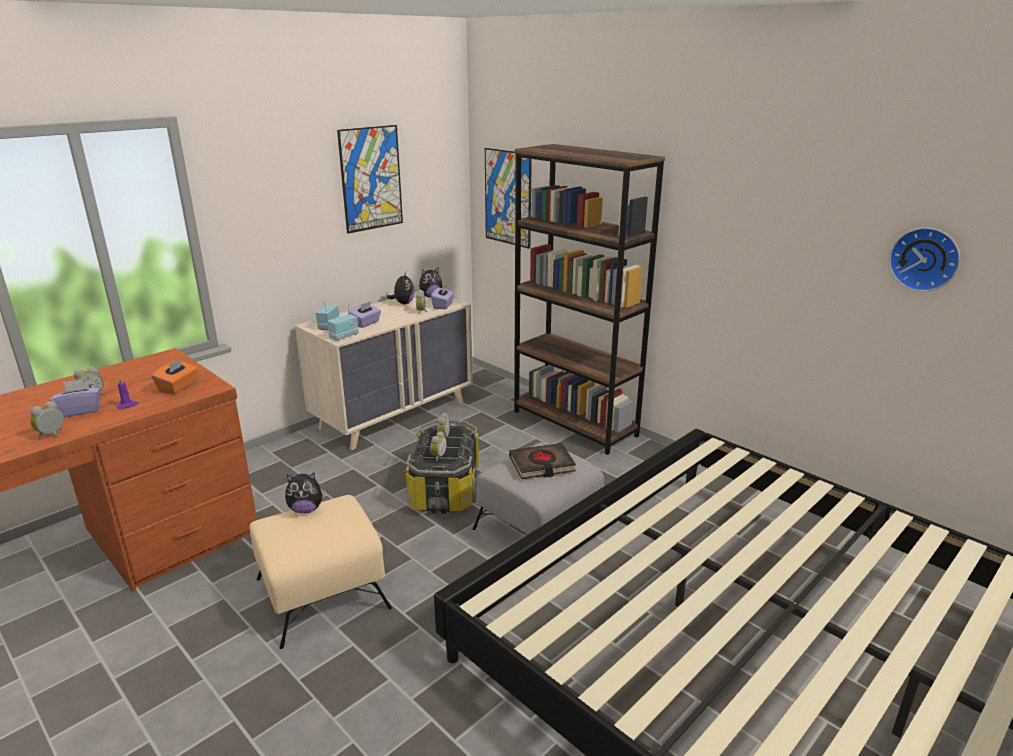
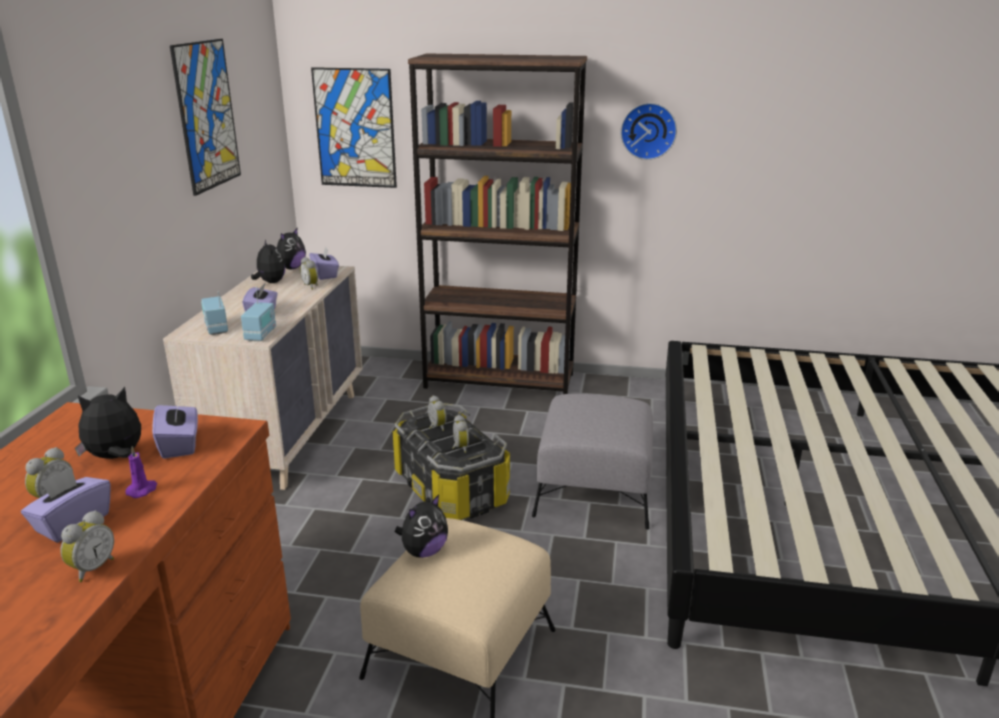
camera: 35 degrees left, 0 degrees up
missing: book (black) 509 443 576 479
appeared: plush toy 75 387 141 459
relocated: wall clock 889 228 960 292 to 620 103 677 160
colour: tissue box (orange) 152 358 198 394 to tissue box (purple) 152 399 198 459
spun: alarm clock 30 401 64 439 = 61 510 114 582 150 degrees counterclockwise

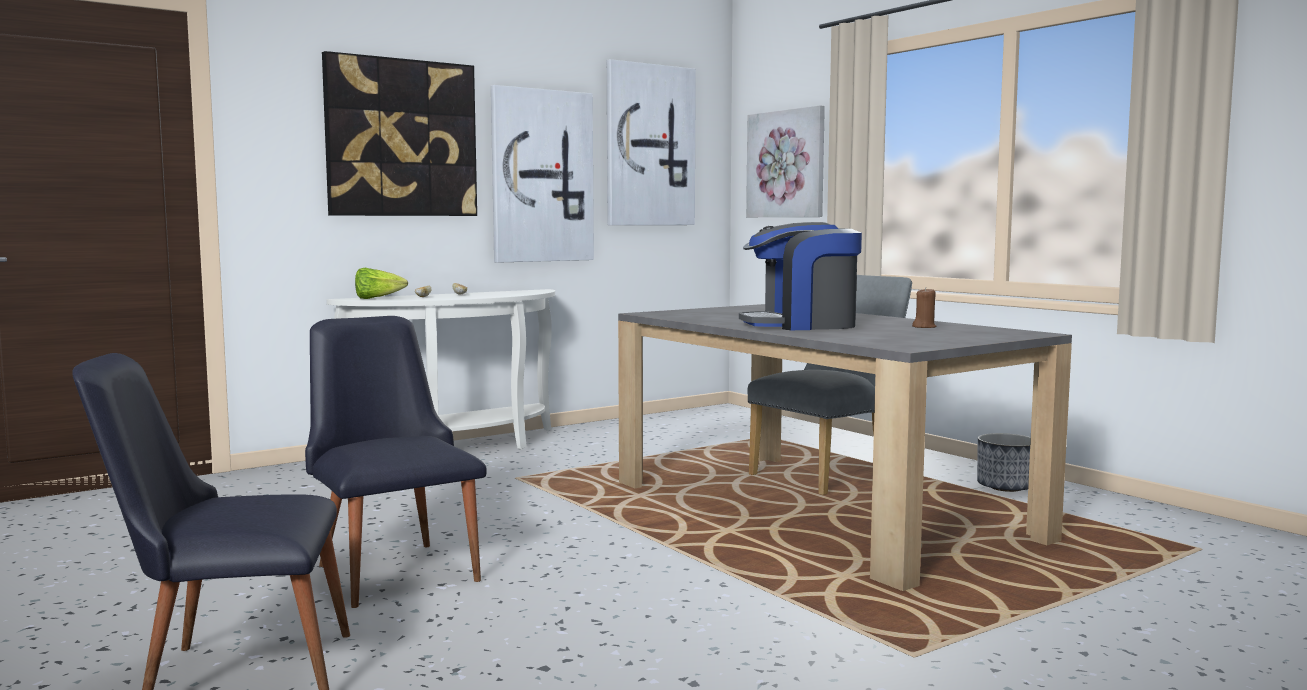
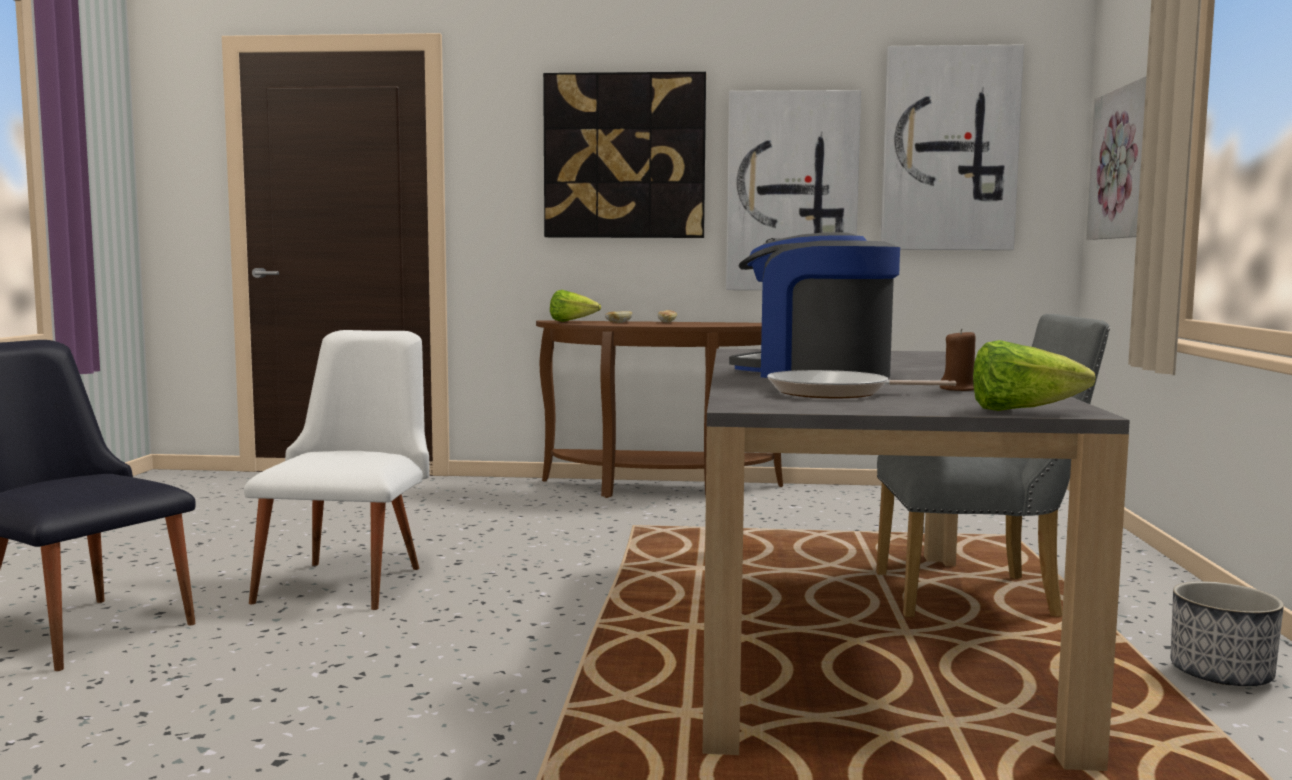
camera: 40 degrees right, 0 degrees up
appeared: frying pan 767 370 956 398; lettuce 973 340 1096 411
colour: chair (black) 305 316 487 608 to chair (white) 244 330 429 610; console table (white) 326 289 555 449 to console table (brown) 536 320 783 498

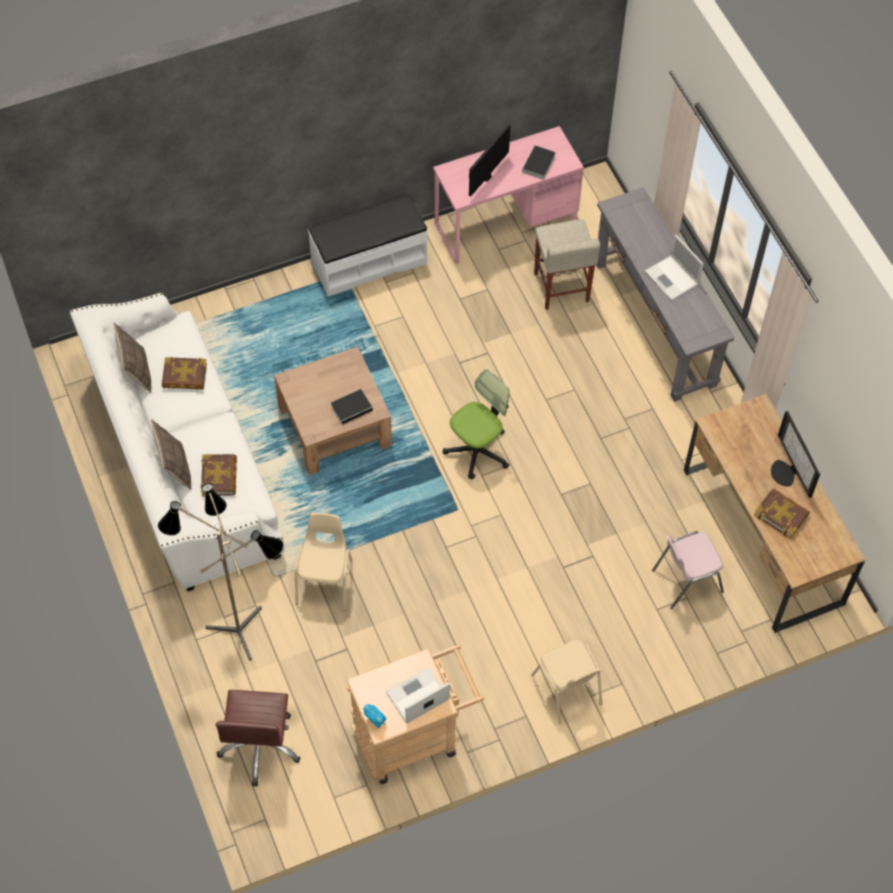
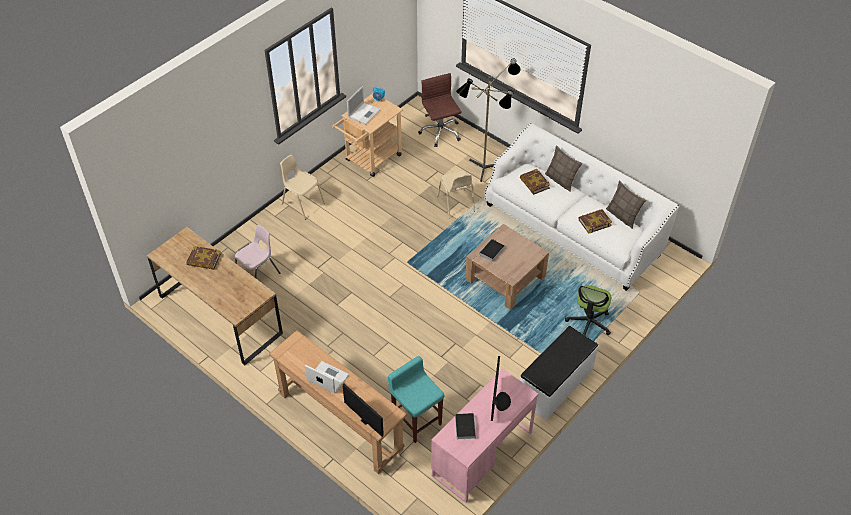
camera: 155 degrees right, 10 degrees down
relocated: office chair 443 370 510 480 to 565 285 611 335; monitor 771 411 820 498 to 342 383 384 437
colour: stool (beige) 534 219 600 310 to stool (turquoise) 388 356 445 443; console table (grey) 596 187 734 402 to console table (brown) 269 330 407 474

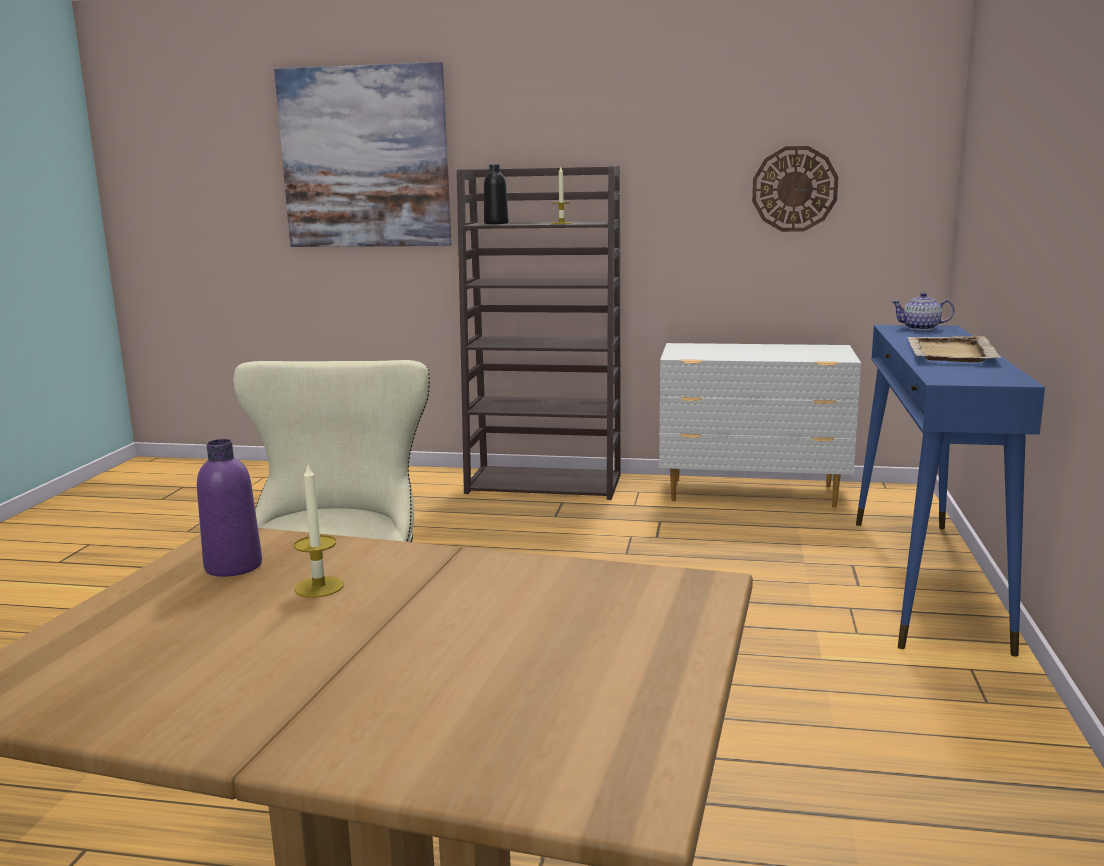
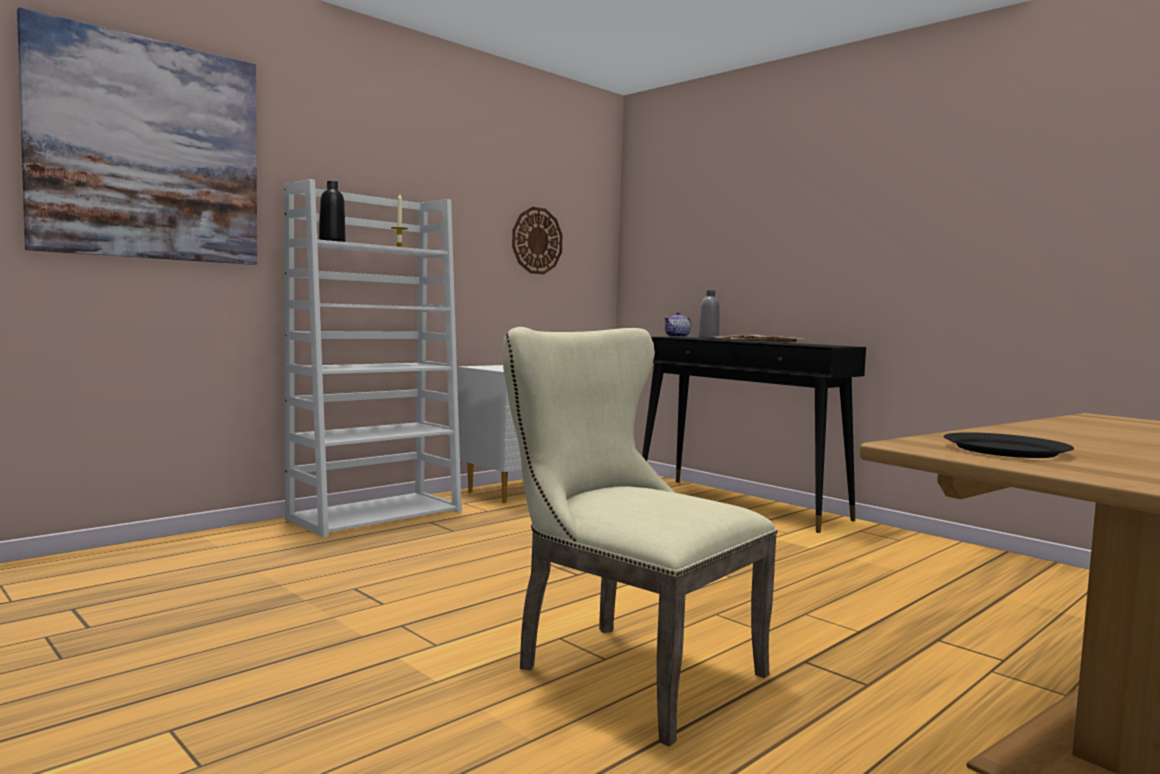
camera: 55 degrees left, 10 degrees down
missing: candle 294 465 344 598
appeared: bottle (grey) 698 290 720 339
exchanged: bottle (purple) 197 439 262 577 to plate (black) 944 432 1074 458
colour: bookcase (brown) 457 166 621 500 to bookcase (white) 284 179 462 537; console table (blue) 856 325 1045 657 to console table (black) 642 337 866 533

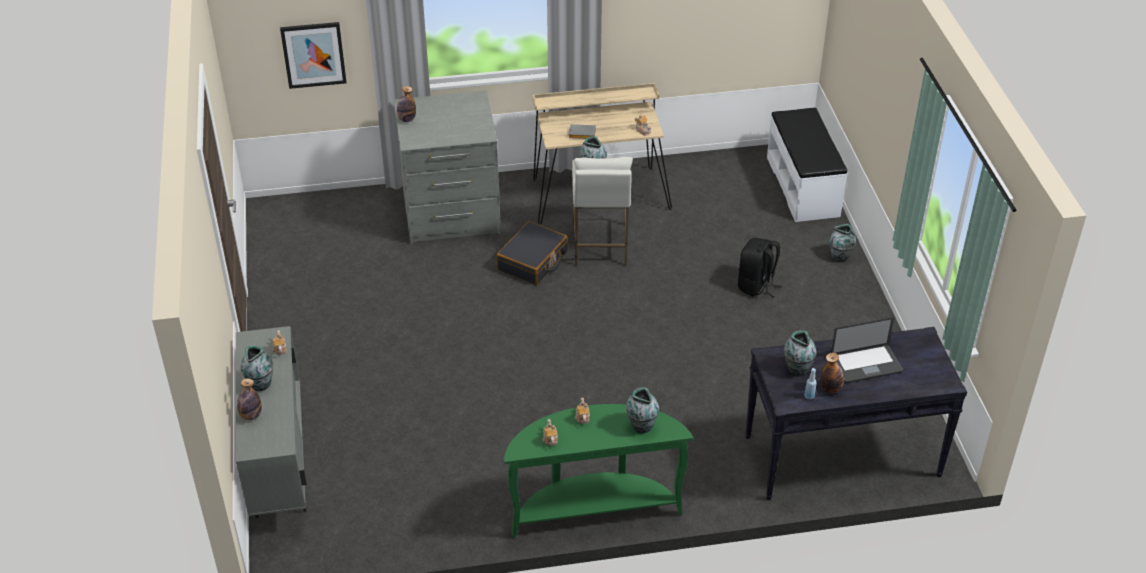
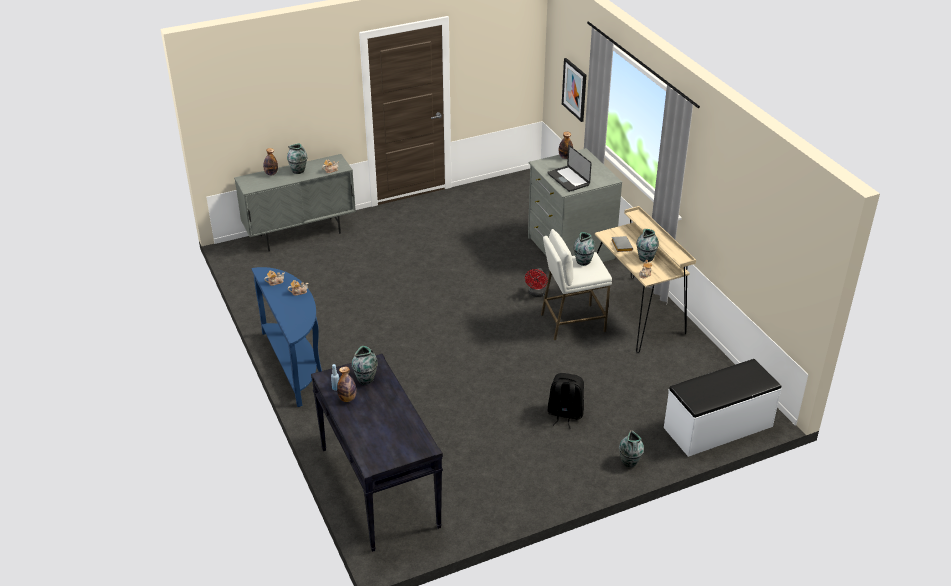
camera: 75 degrees right, 5 degrees down
relocated: vase 626 387 659 433 to 636 229 659 262; laptop 831 318 903 383 to 547 145 592 192
exchanged: suitcase (black) 496 221 568 285 to fan (red) 525 268 548 297
colour: console table (green) 504 404 693 538 to console table (blue) 251 267 322 407

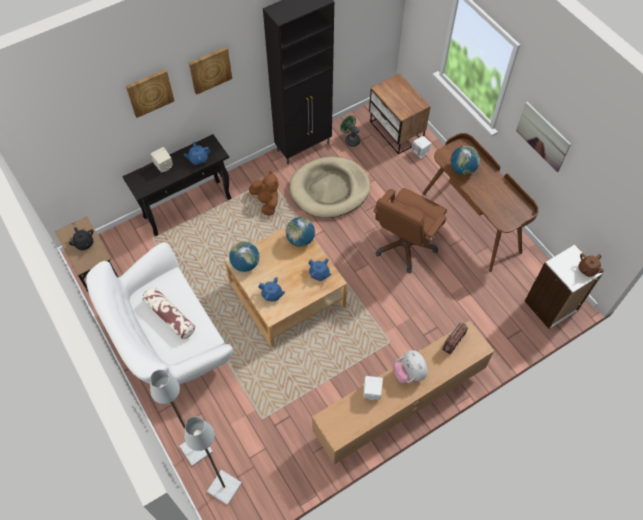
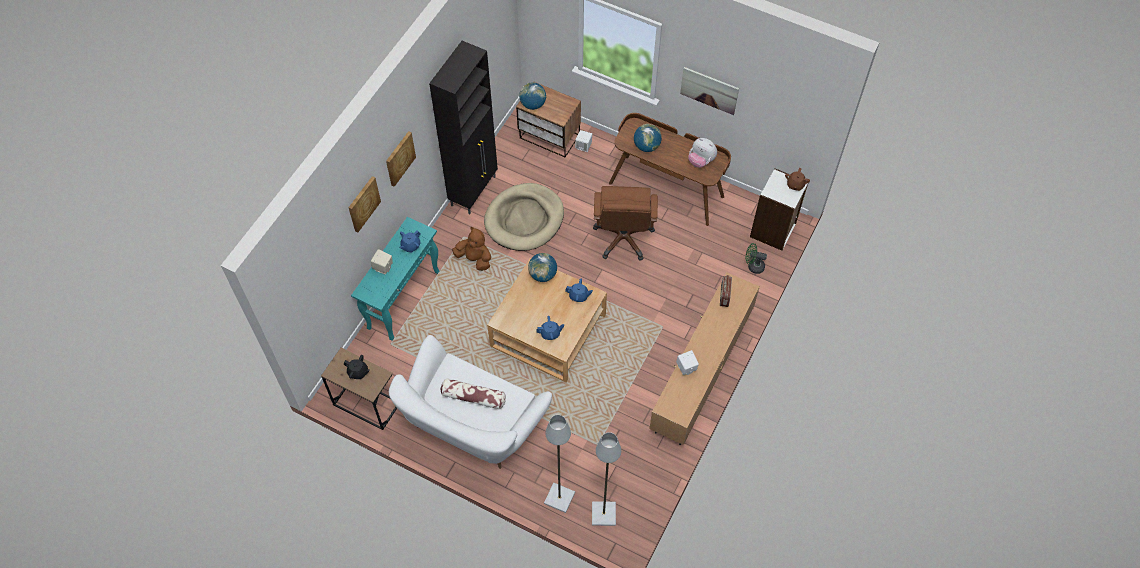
camera: 30 degrees left, 0 degrees up
relocated: globe 229 242 259 272 to 519 82 547 110; fan (green) 340 115 360 147 to 746 243 767 274; plush toy 393 350 428 383 to 688 138 717 168
colour: console table (black) 122 134 232 236 to console table (turquoise) 351 217 440 341

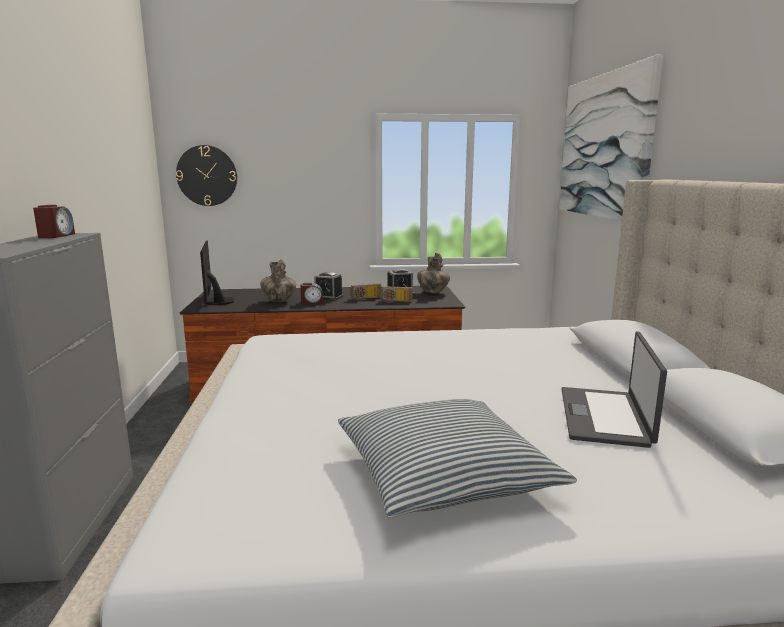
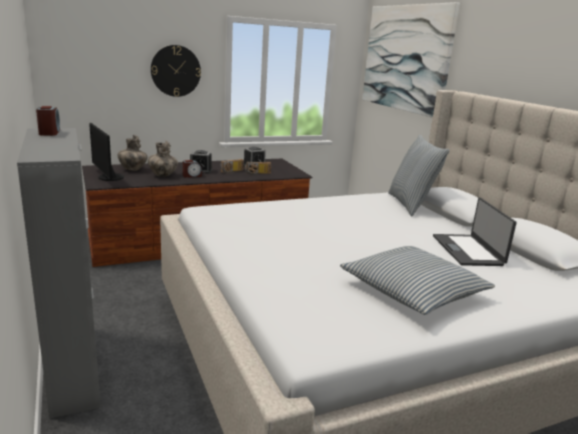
camera: 20 degrees left, 5 degrees up
appeared: pillow 388 135 450 217
relocated: wall clock 176 145 237 206 to 151 45 201 97; vase 417 253 450 293 to 117 135 148 171

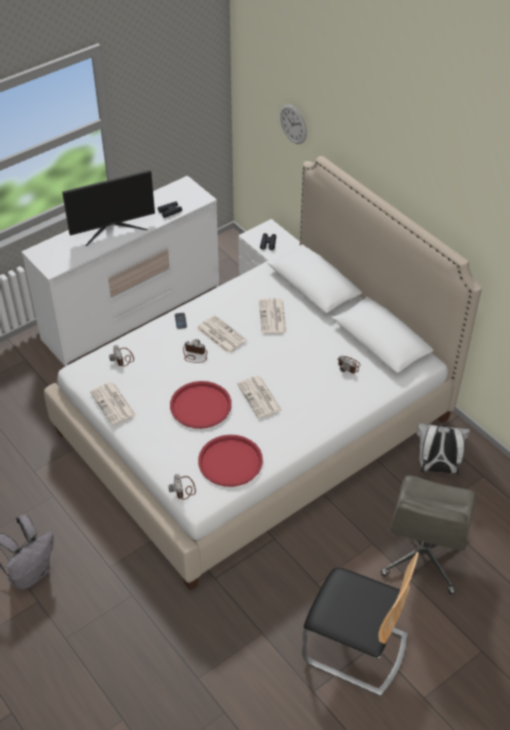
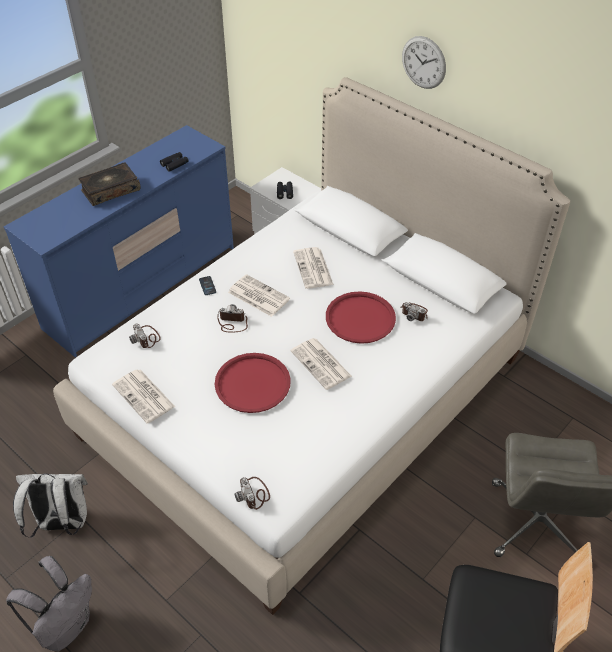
camera: 10 degrees left, 0 degrees up
relocated: tray (red) 198 435 263 487 to 326 291 396 344; wall clock 280 104 307 144 to 402 36 446 89; backpack (white) 417 423 470 475 to 13 473 88 537
exchanged: monitor 62 170 155 246 to book 78 162 141 206
colour: dresser (white) 21 176 219 366 to dresser (blue) 4 125 234 357

